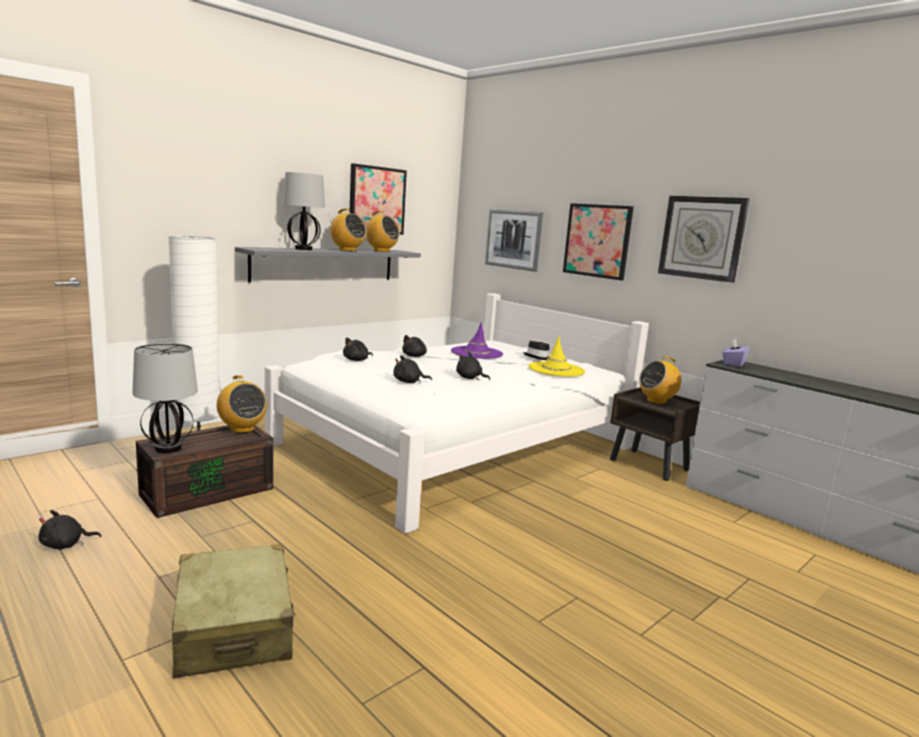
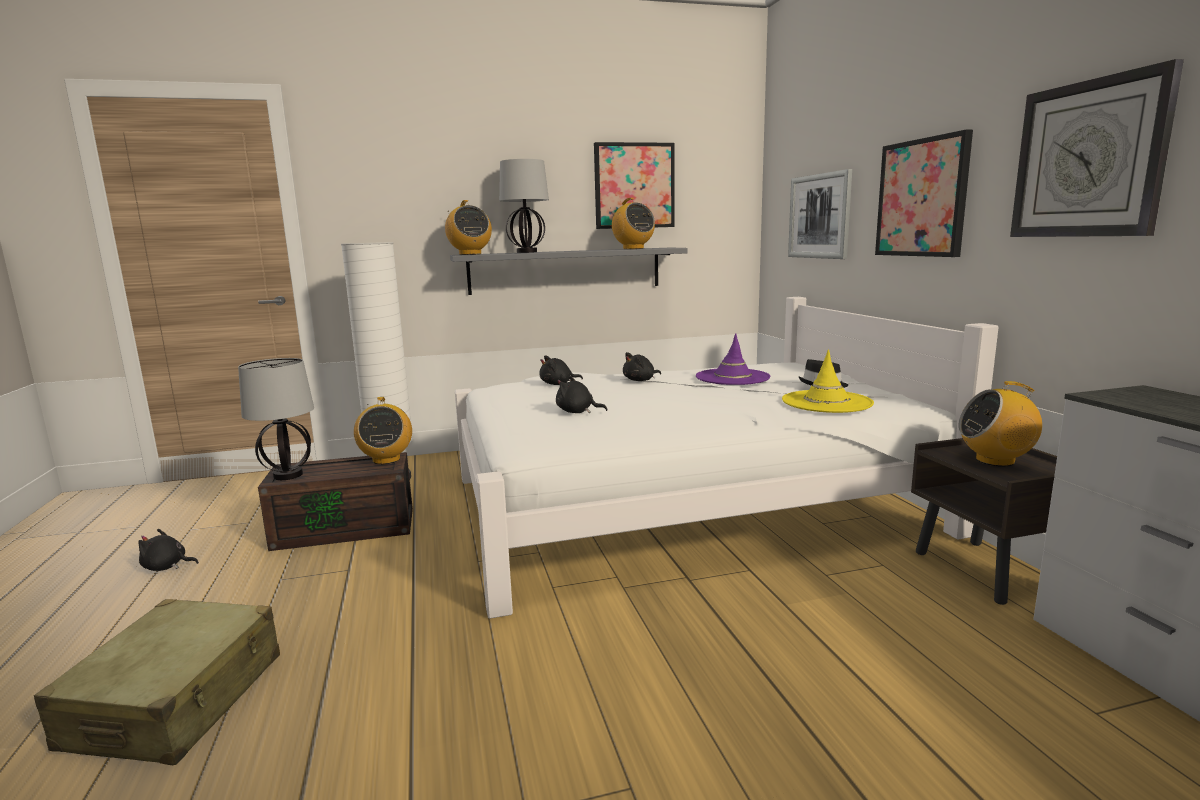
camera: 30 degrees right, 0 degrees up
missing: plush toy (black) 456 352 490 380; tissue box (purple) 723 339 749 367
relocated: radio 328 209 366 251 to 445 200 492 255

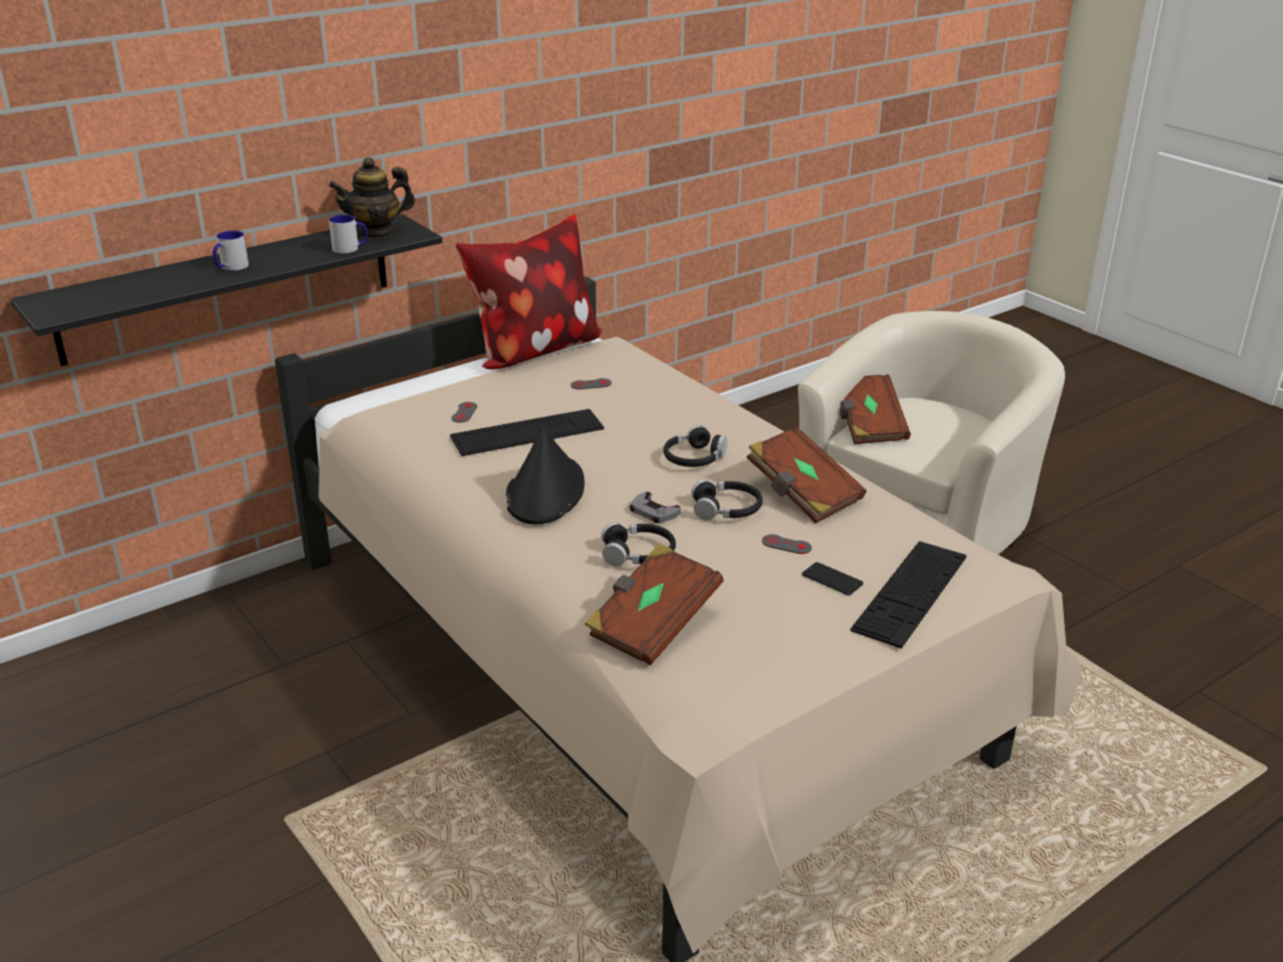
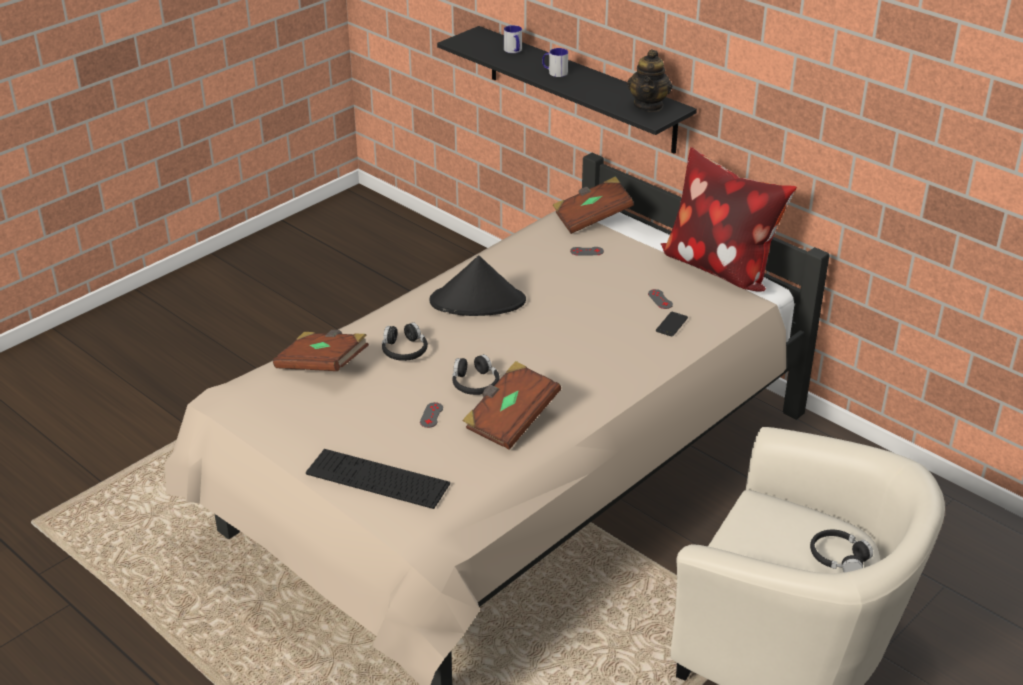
camera: 80 degrees right, 5 degrees up
missing: keyboard 450 409 604 456; game controller (grey) 629 492 681 523
relocated: mug 329 215 368 253 to 504 25 522 53; headphones (black) 664 425 727 467 to 810 530 873 572; phone 802 562 863 596 to 656 312 688 337; book (brown) 840 374 911 444 to 553 176 634 234
spun: teapot 329 157 415 239 = 627 49 672 112 135 degrees counterclockwise

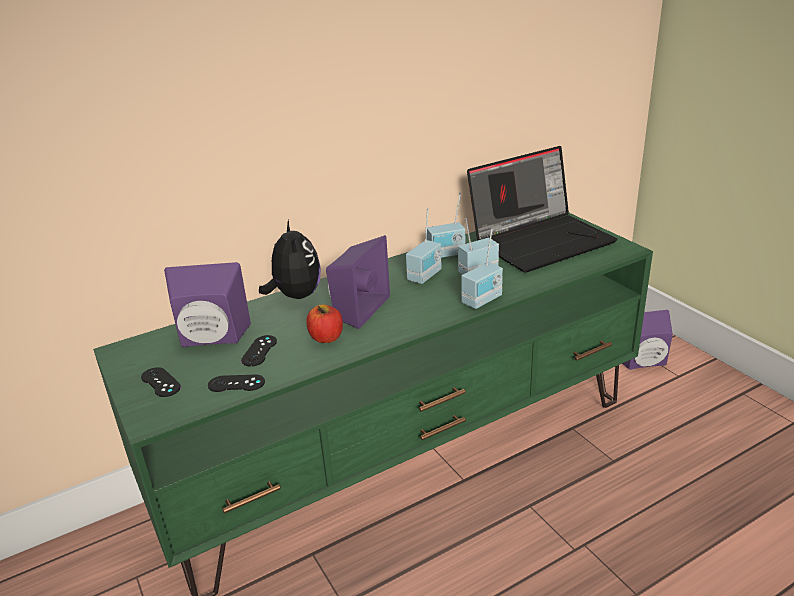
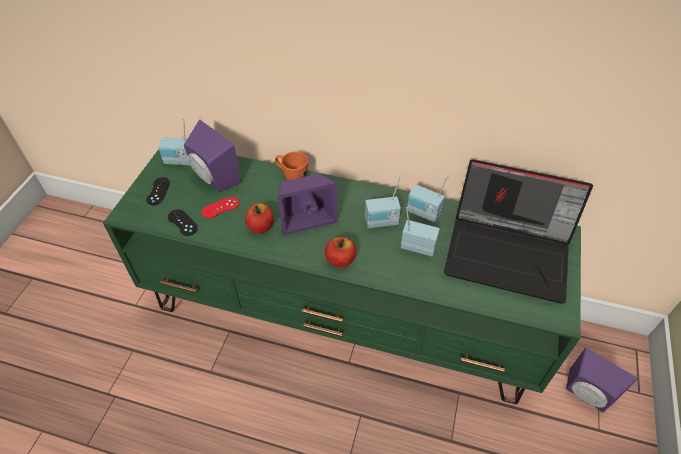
camera: 45 degrees right, 20 degrees up
appeared: apple 325 237 356 268
relocated: radio 461 229 503 309 to 158 118 190 165
exchanged: plush toy 259 220 321 299 to mug (orange) 275 152 308 181
colour: game controller (black) 241 335 277 367 to game controller (red) 202 197 239 218

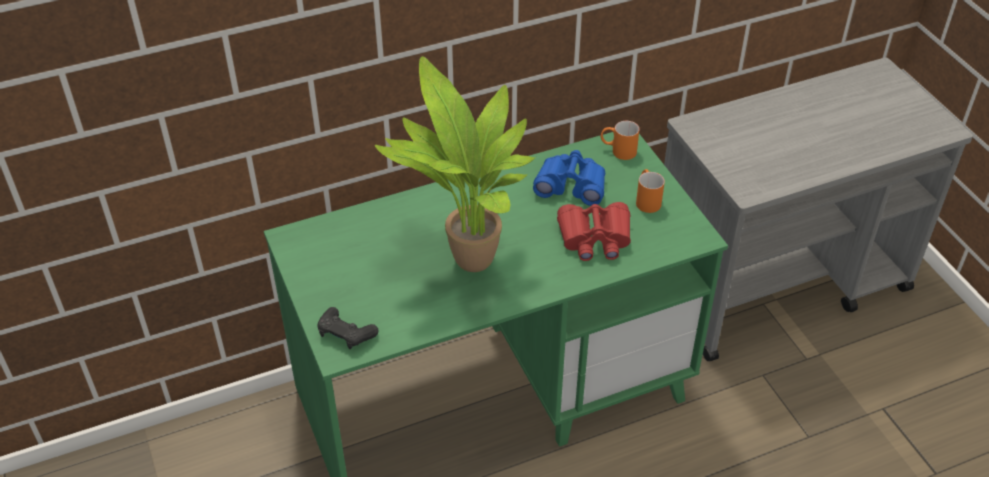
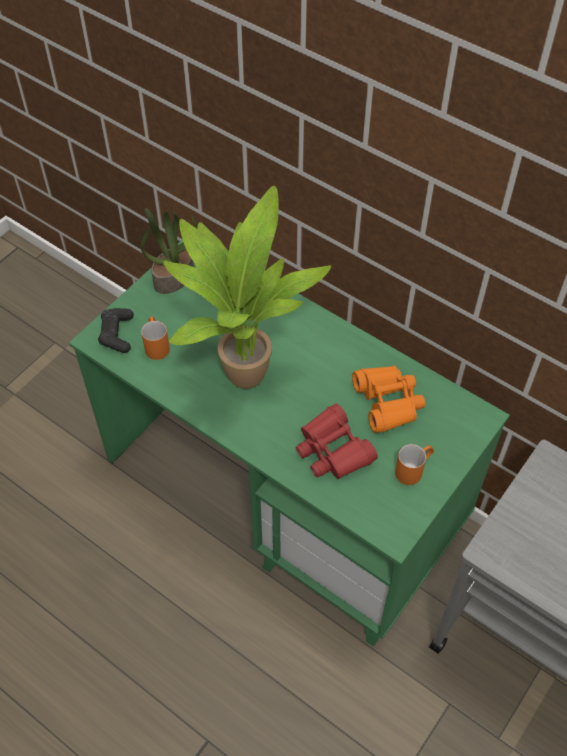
camera: 60 degrees right, 10 degrees up
appeared: potted plant 141 208 198 294
relocated: mug (orange) 601 121 640 160 to 141 316 170 360
colour: binoculars (blue) 533 150 605 206 to binoculars (orange) 352 366 425 433

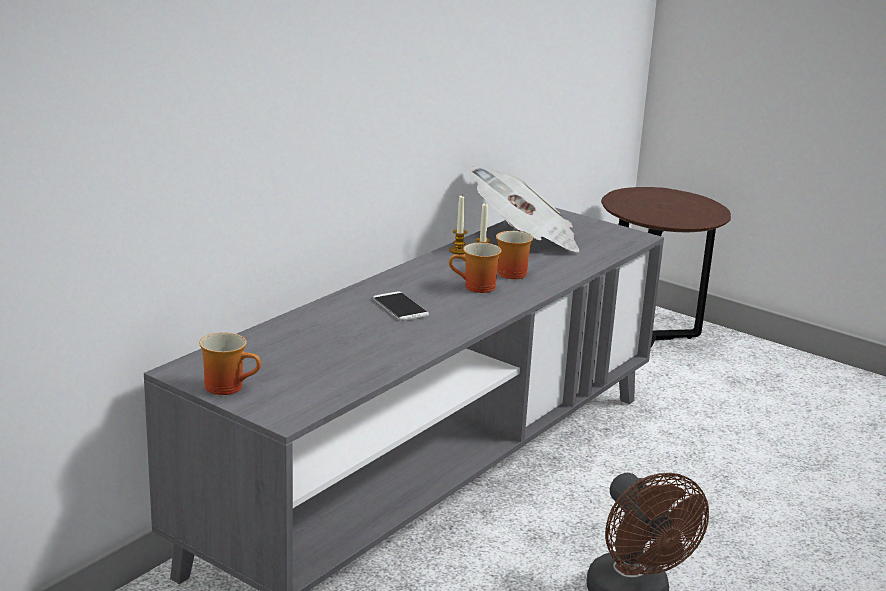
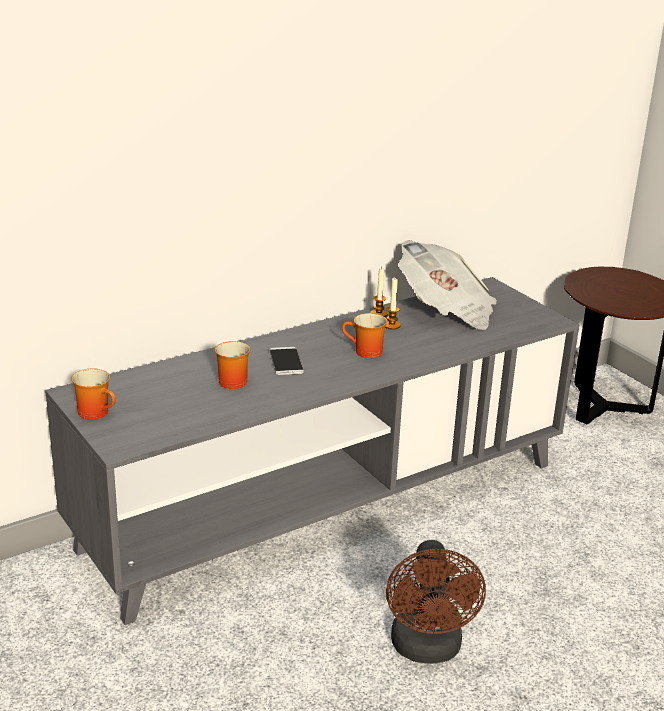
camera: 20 degrees right, 5 degrees up
relocated: mug 496 231 533 279 to 215 341 250 389

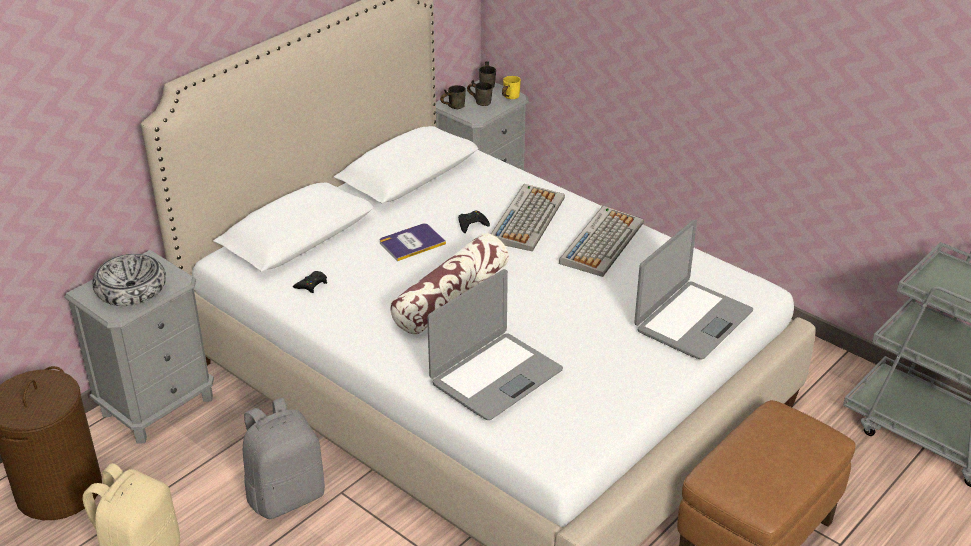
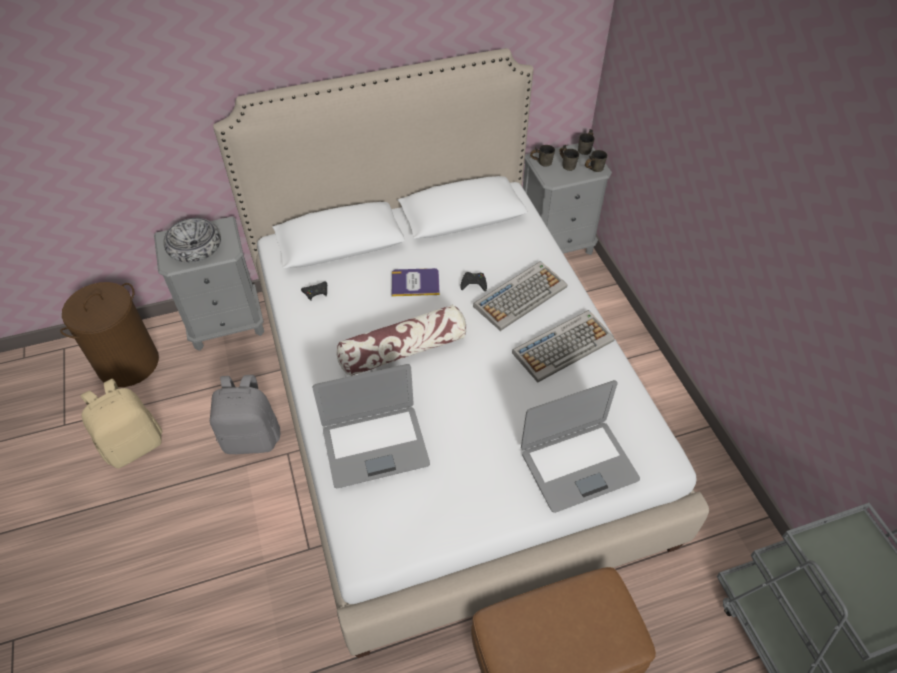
camera: 30 degrees right, 15 degrees up
colour: mug (yellow) 502 76 521 99 to mug (grey) 585 150 607 172

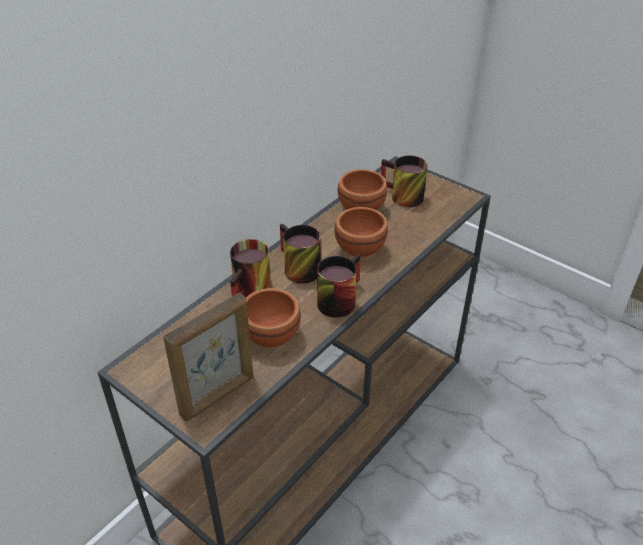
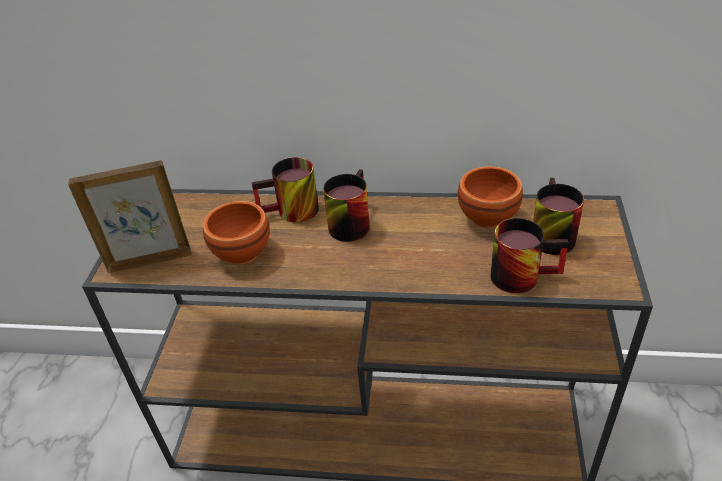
camera: 60 degrees right, 0 degrees up
missing: bowl (brown) 334 207 388 259
relocated: mug 317 254 360 318 to 491 218 568 293
spun: picture frame 163 293 253 421 = 68 160 192 274 150 degrees clockwise

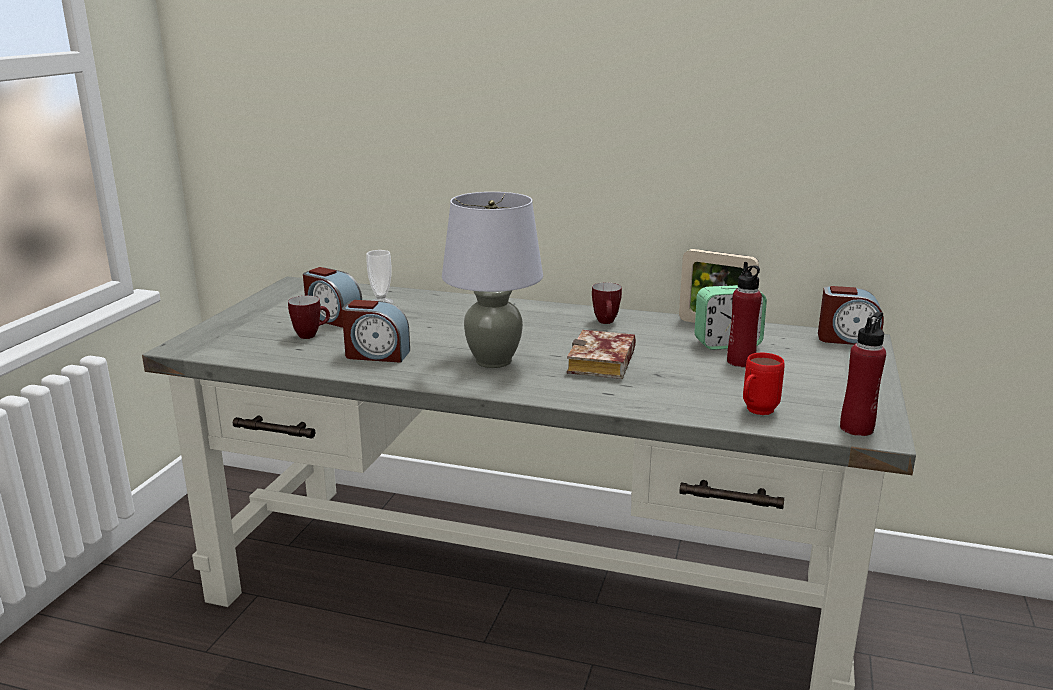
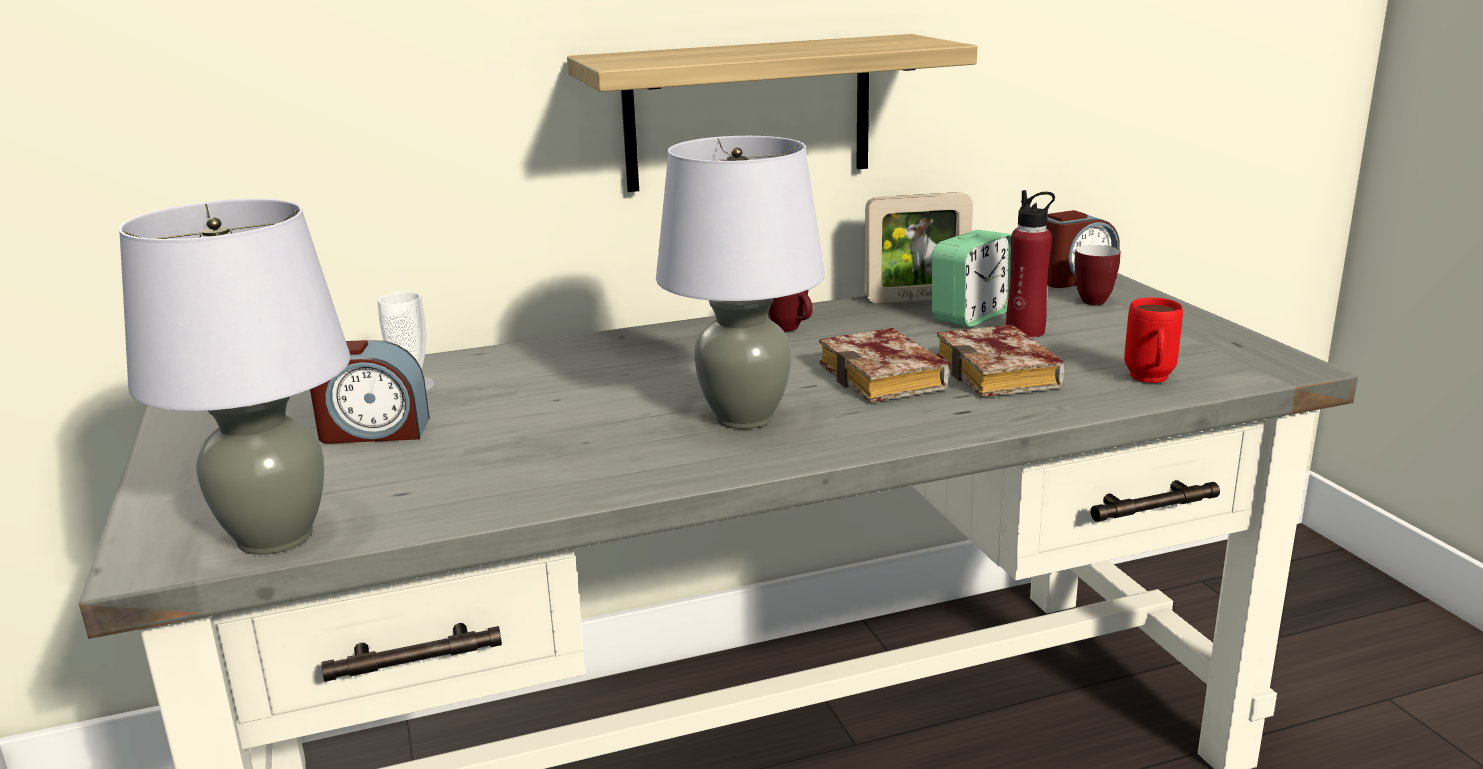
camera: 35 degrees left, 0 degrees up
missing: alarm clock 342 300 410 363; bottle (red) 840 312 886 436
appeared: table lamp (grey) 118 199 350 555; shelf 567 34 977 192; book 936 325 1064 397
relocated: mug 288 296 330 339 to 1074 245 1121 305

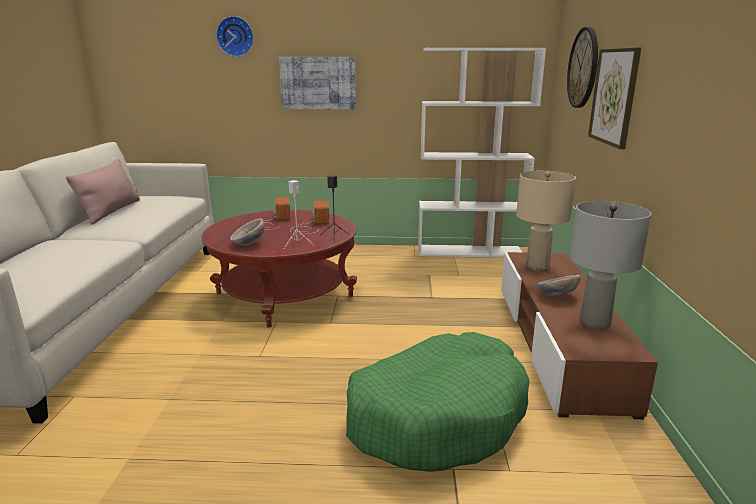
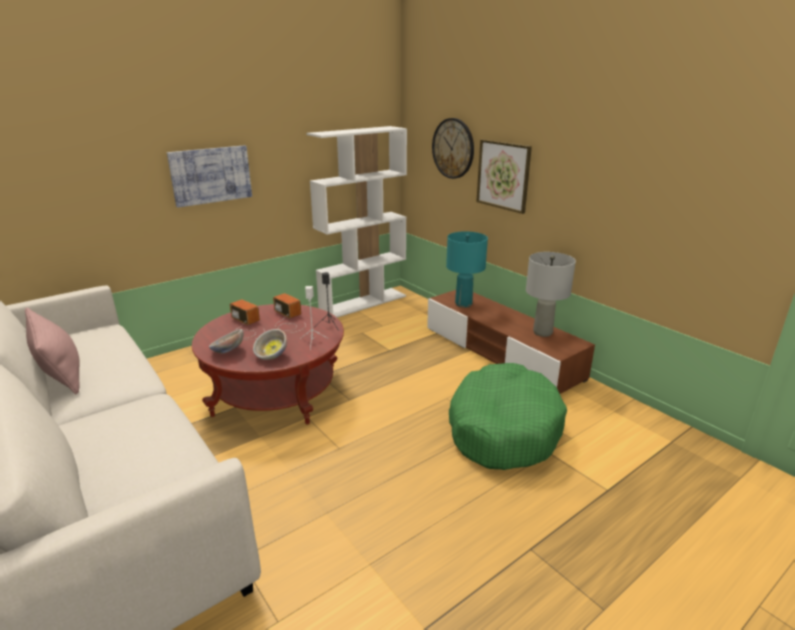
camera: 40 degrees left, 5 degrees up
missing: wall clock 216 16 254 57
relocated: bowl 538 275 581 296 to 209 329 244 353
colour: table lamp (beige) 516 171 576 271 to table lamp (turquoise) 446 231 488 308

